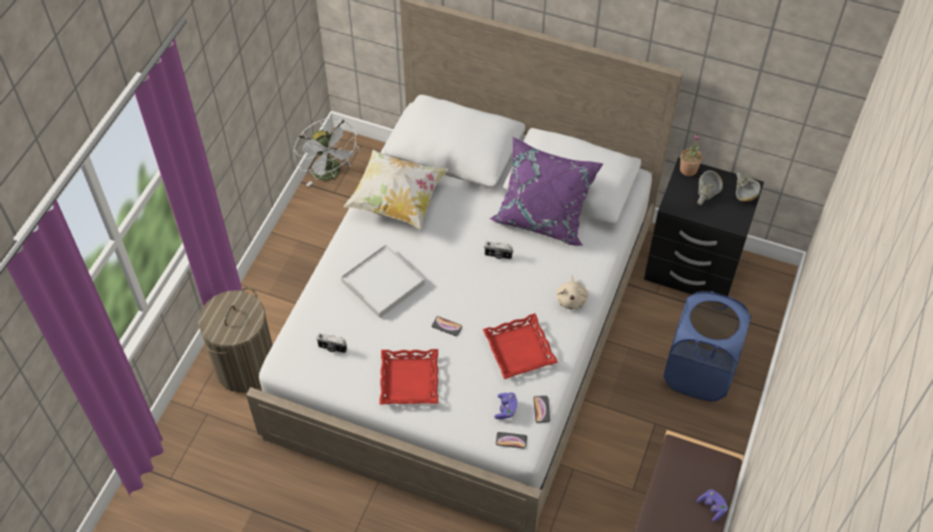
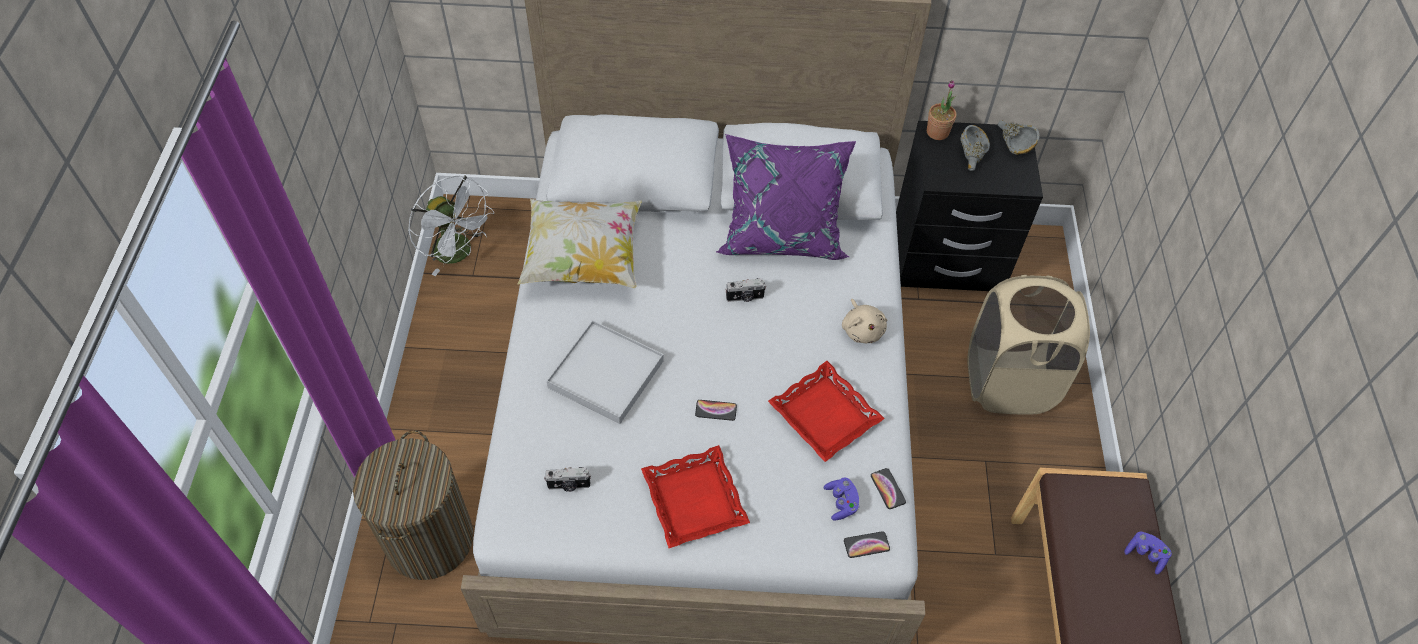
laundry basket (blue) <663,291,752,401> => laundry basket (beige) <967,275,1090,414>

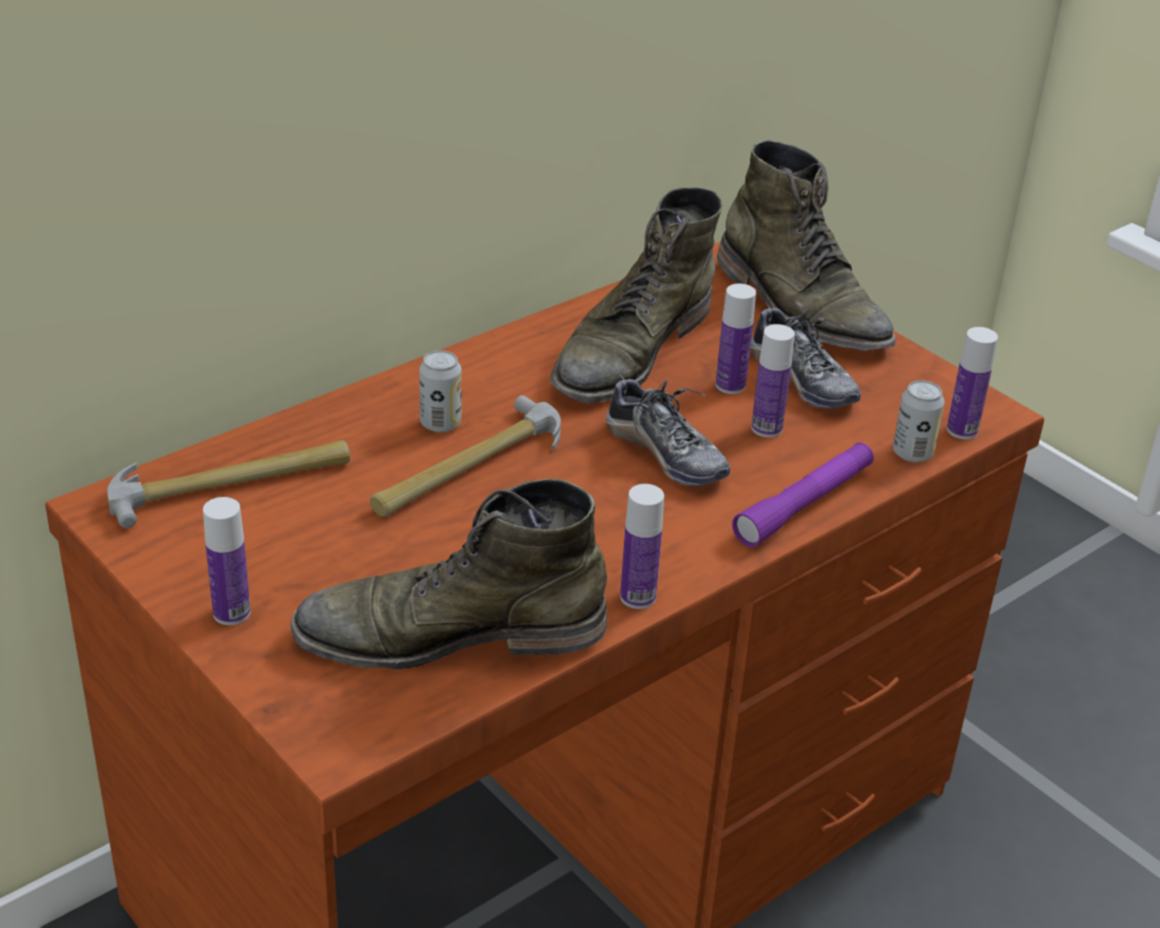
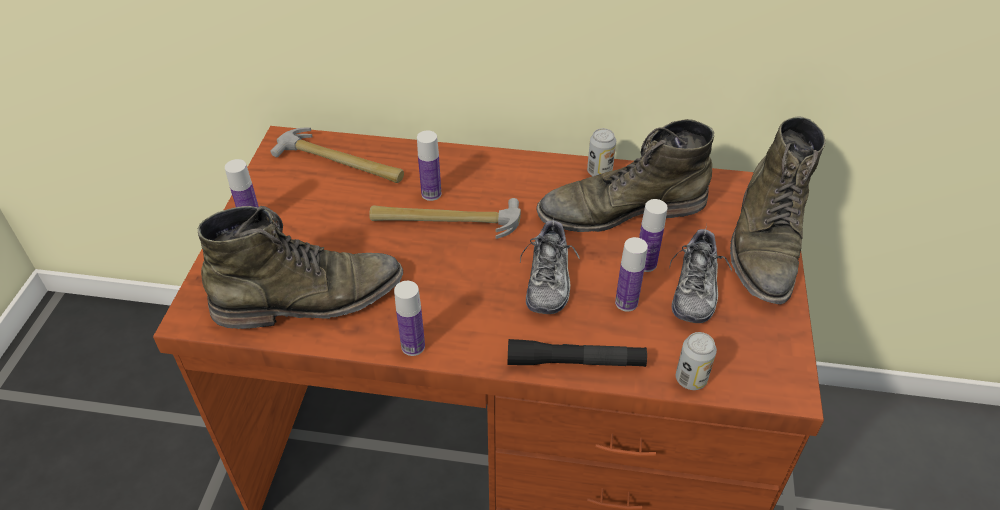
boot (green) <291,479,607,669> => boot (green) <197,206,403,329>, 120 degrees clockwise
can <419,350,462,432> => can <587,128,616,176>, move
flashlight (purple) <732,443,874,547> => flashlight (black) <508,339,647,367>
bottle <947,327,998,439> => bottle <417,130,441,201>, move

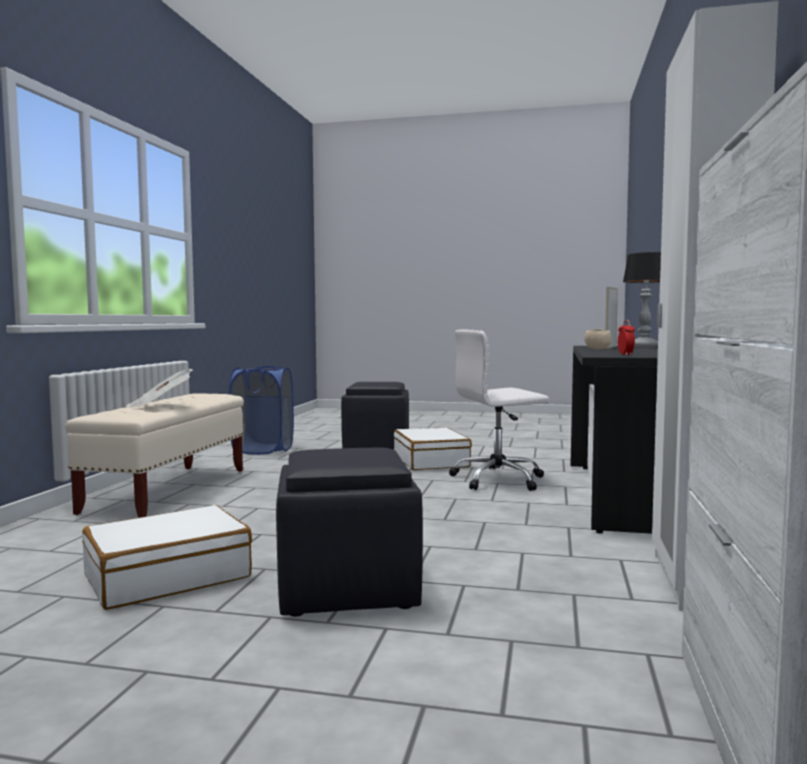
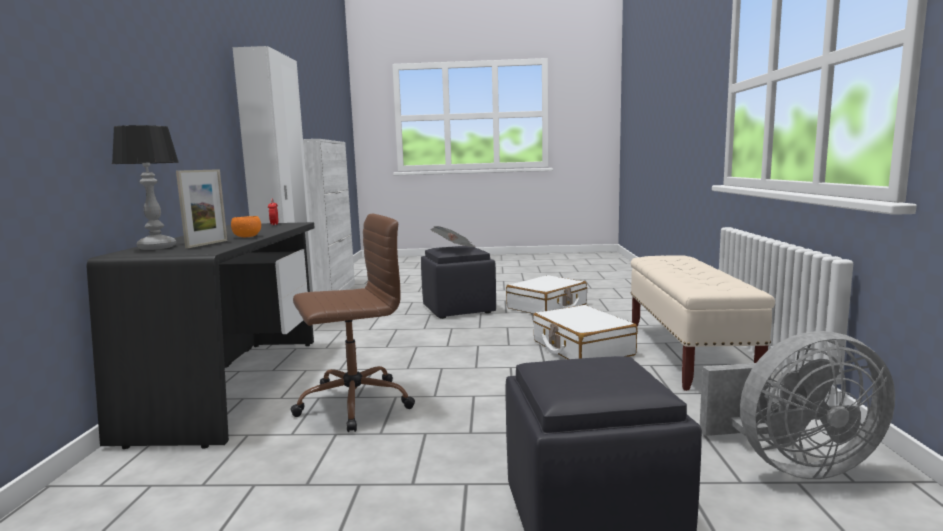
newspaper <126,369,193,408> => newspaper <430,226,475,247>, move
laundry basket (blue) <229,366,294,455> => fan (grey) <700,331,895,479>
suitcase (white) <394,427,472,470> => suitcase (white) <533,305,638,359>, move
office chair (white) <449,330,549,491> => office chair (brown) <290,214,415,432>
bowl (beige) <584,329,612,349> => bowl (orange) <231,216,261,237>

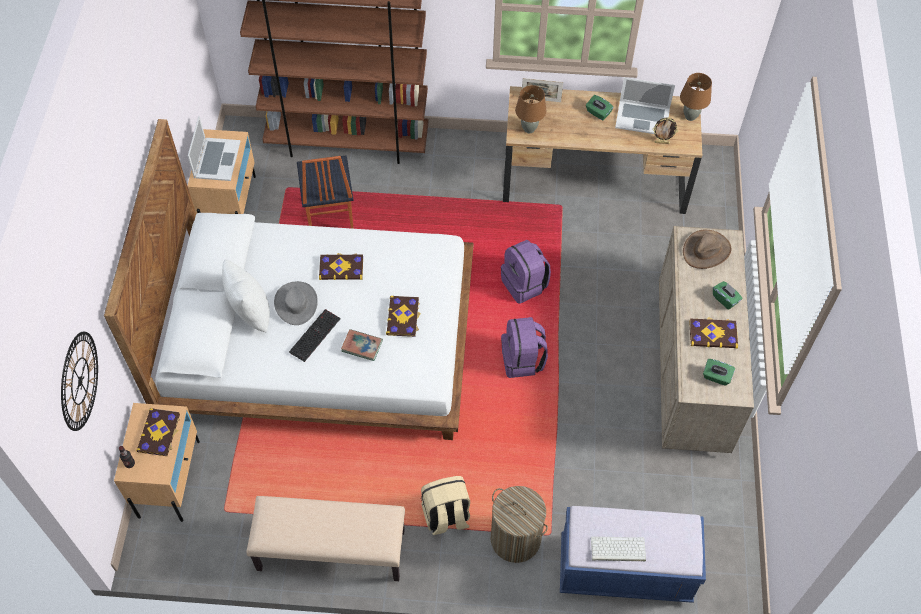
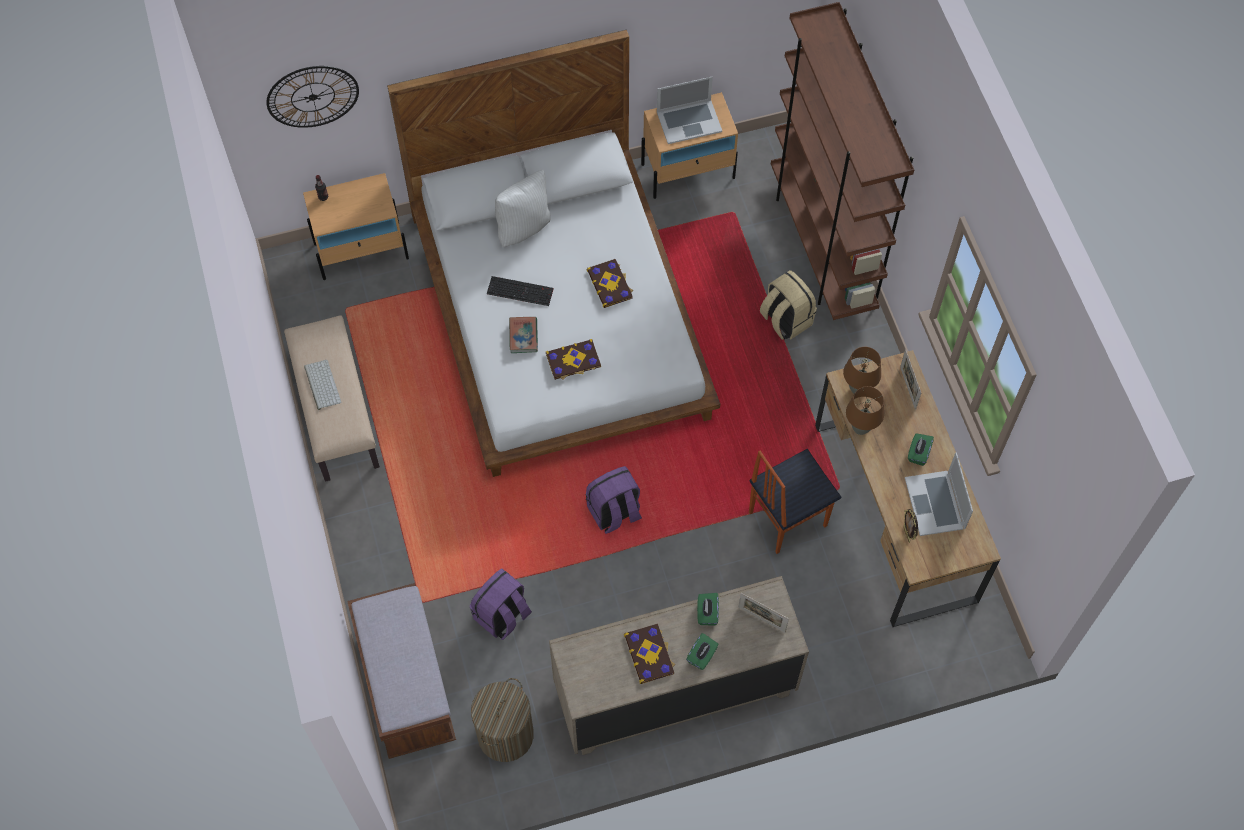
book <136,408,180,456> => nothing
hat (grey) <274,281,318,325> => nothing
chair <297,155,354,229> => chair <749,449,841,554>, move
backpack (beige) <421,476,470,535> => backpack (beige) <760,270,817,340>, move
laundry basket <491,486,548,563> => laundry basket <471,678,534,762>, move
backpack (purple) <501,240,551,304> => backpack (purple) <470,569,532,640>, move
bench (blue) <560,506,706,603> => bench (brown) <347,583,456,759>
keyboard <591,536,646,562> => keyboard <304,360,341,410>, move
table lamp (brown) <680,73,712,121> => table lamp (brown) <846,386,884,435>, move
hat (brown) <683,230,731,269> => picture frame <738,593,789,633>
tissue box (green) <703,359,735,386> => tissue box (green) <697,593,719,626>, move

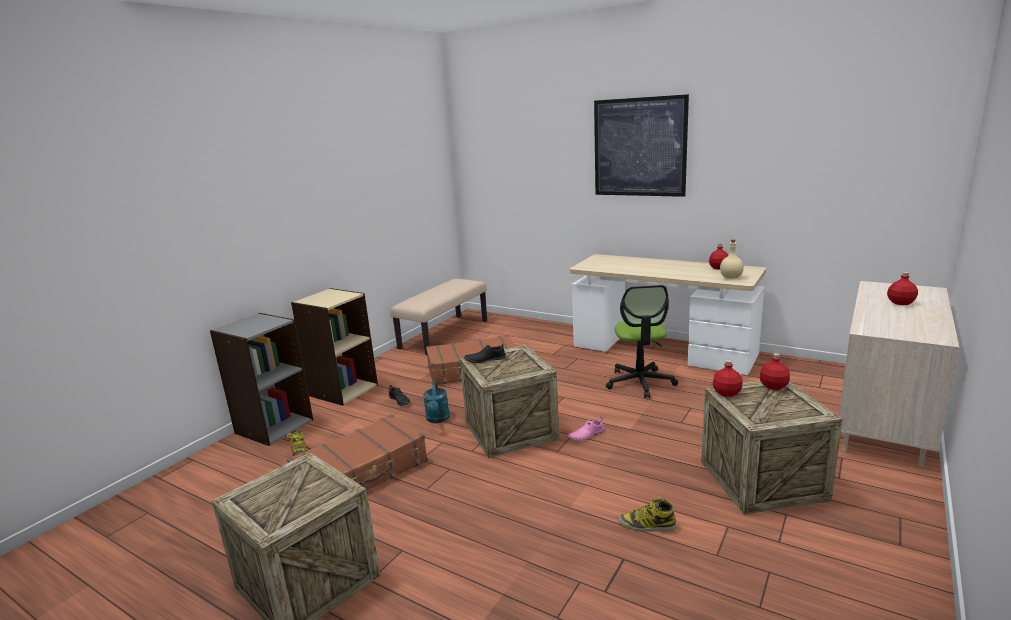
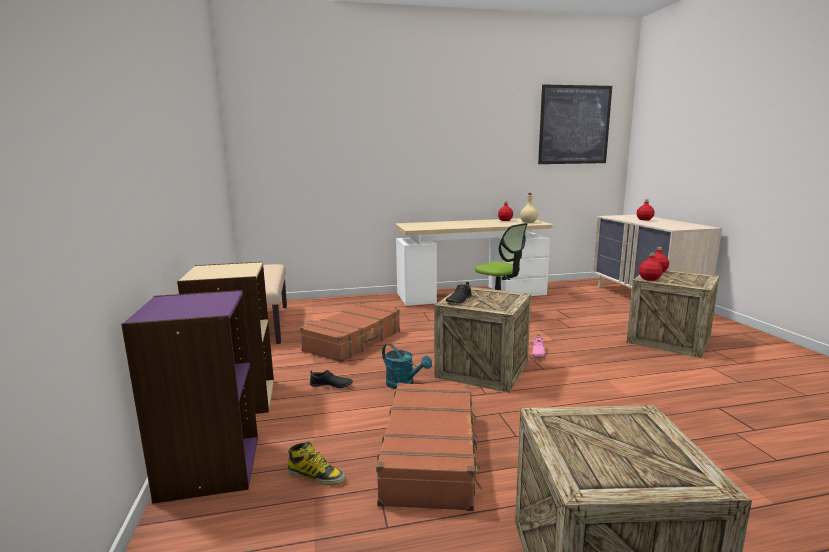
bookcase (grey) <210,313,313,446> => bookcase (purple) <121,290,258,504>
picture <594,94,689,197> => picture <538,84,612,164>, move
boot <619,497,676,532> => nothing

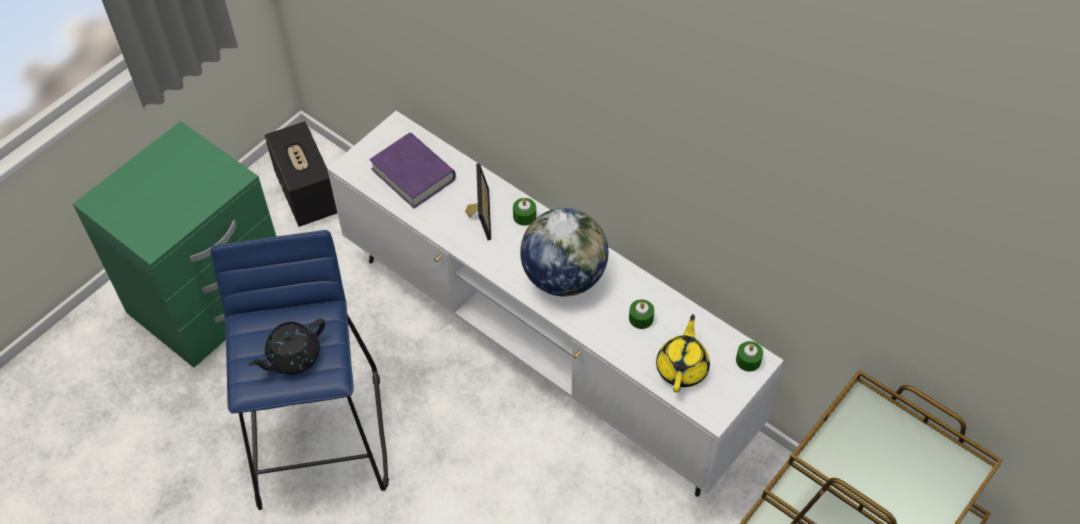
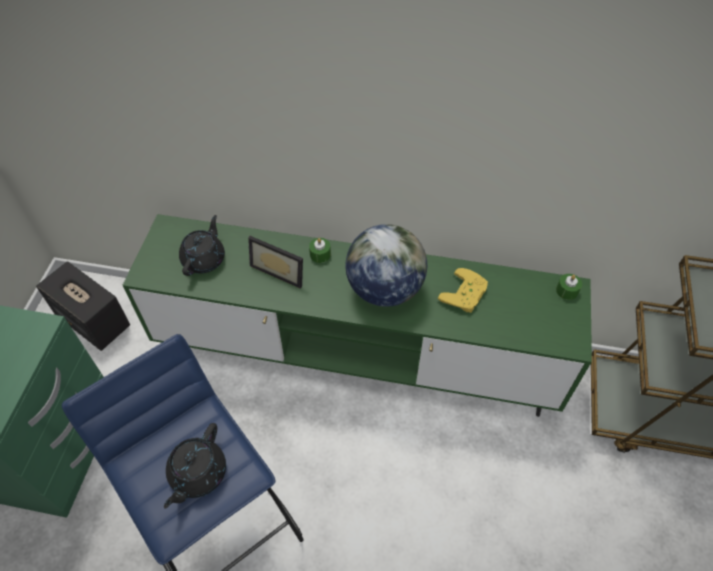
tv stand (white) <327,111,784,497> => tv stand (green) <123,214,592,417>
book (purple) <370,133,456,208> => teapot (black) <179,215,225,276>
picture frame <465,163,491,240> => picture frame <248,236,303,289>, 150 degrees clockwise
candle (green) <629,299,654,329> => game controller (yellow) <438,268,488,313>
teapot (yellow) <656,314,710,393> => nothing

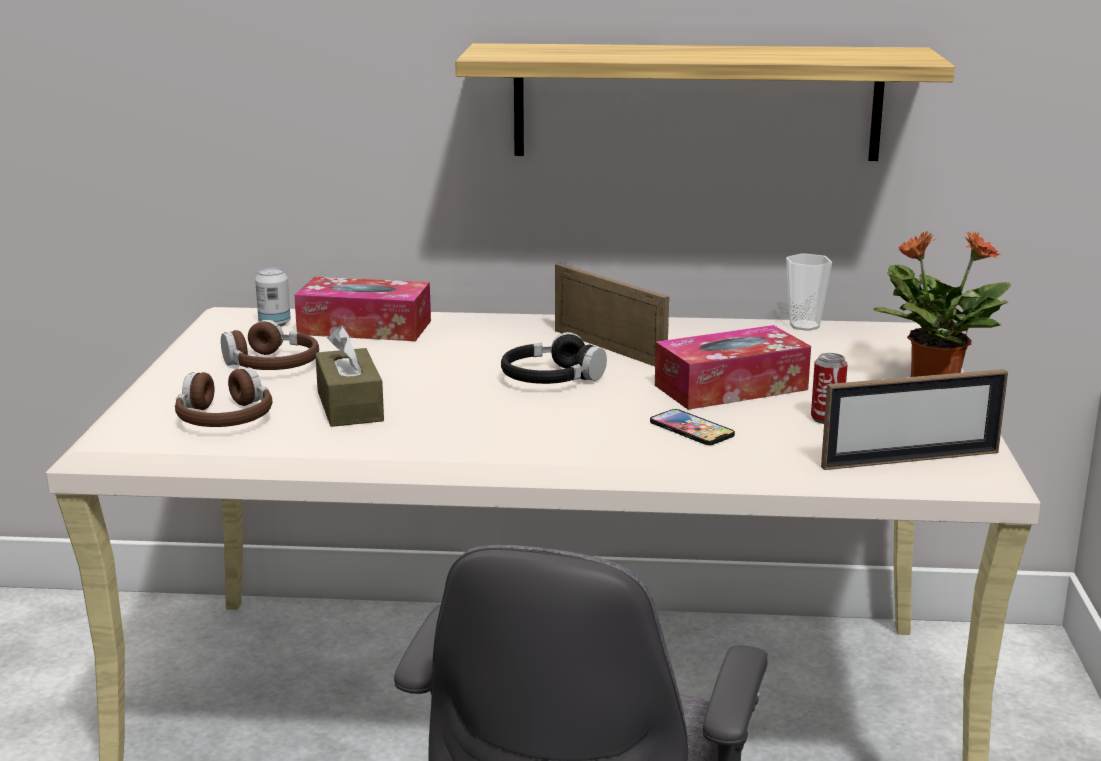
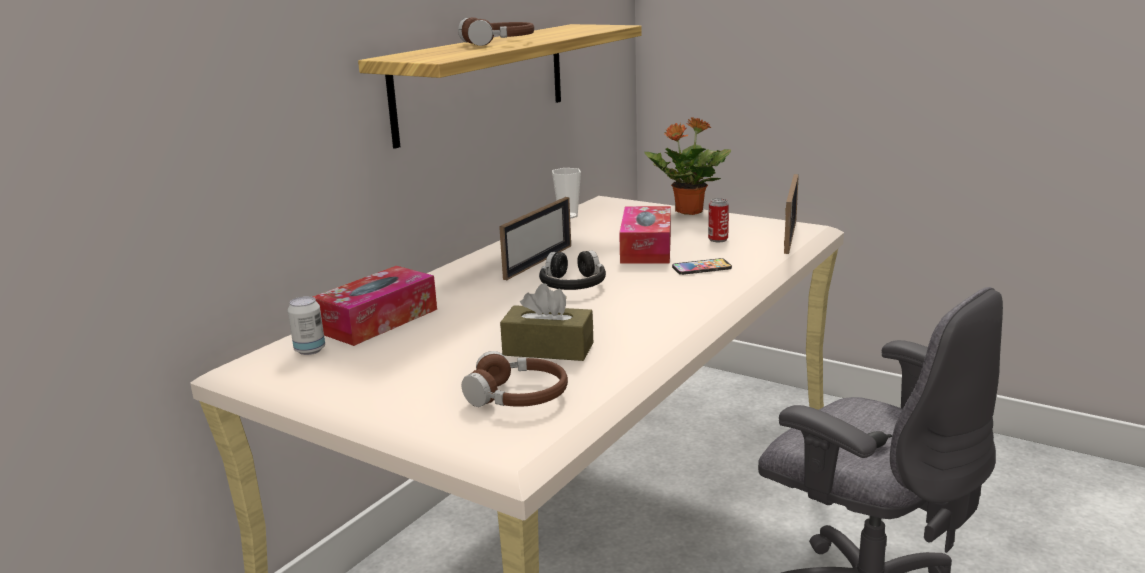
headphones (brown) <221,320,319,370> => headphones (brown) <458,17,534,46>, move
picture frame <555,263,669,366> => picture frame <499,197,571,280>, 135 degrees clockwise

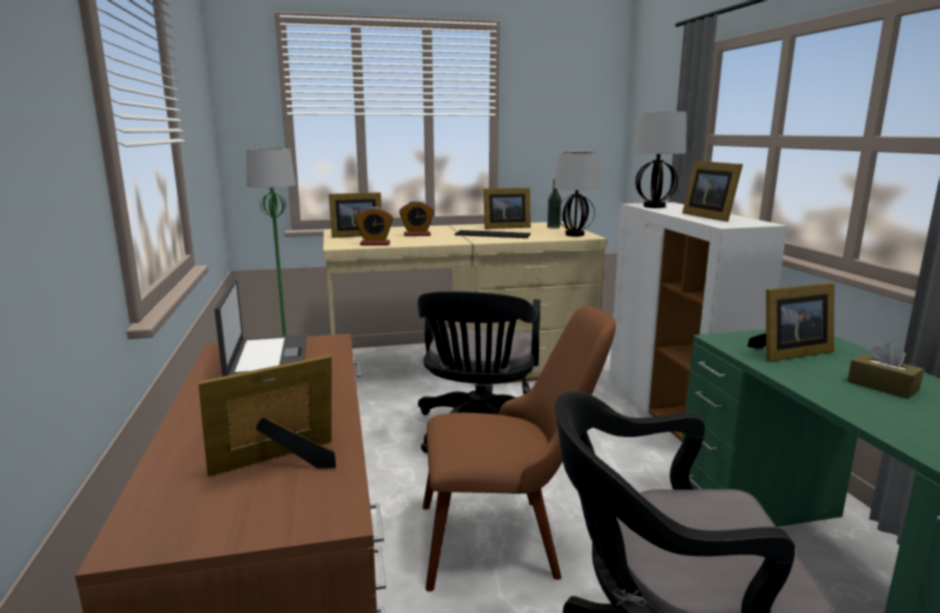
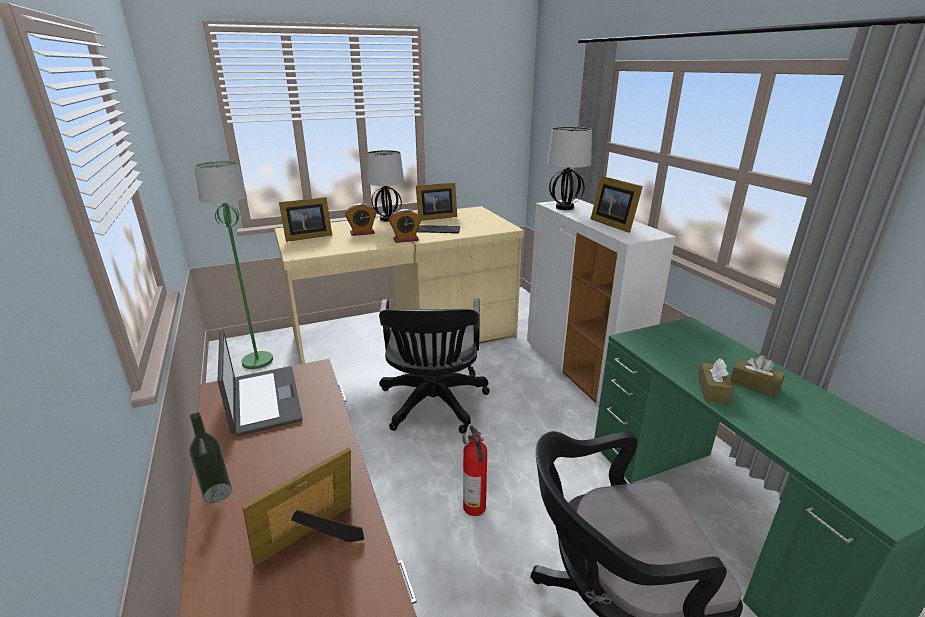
alarm clock <355,207,393,245> => alarm clock <389,209,421,243>, move
chair (brown) <423,306,616,592> => fire extinguisher <462,426,487,516>
bottle <547,179,561,229> => bottle <189,412,232,503>, move
table lamp <554,152,601,237> => table lamp <366,150,404,222>, move
picture frame <747,283,835,362> => nothing
nothing => tissue box (brown) <698,358,734,404>

